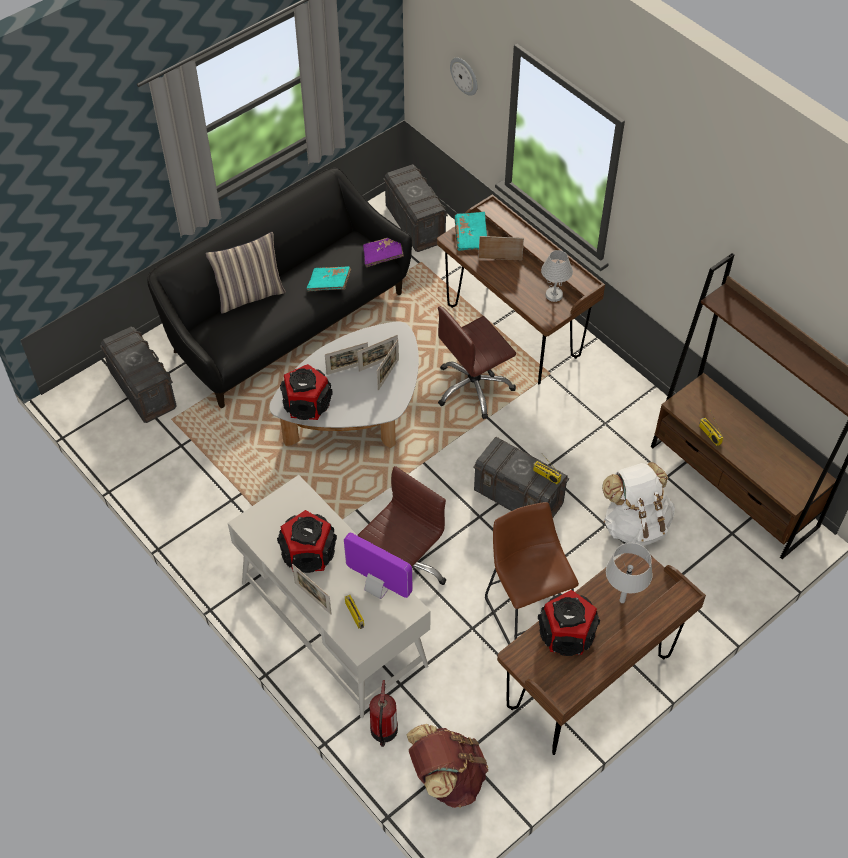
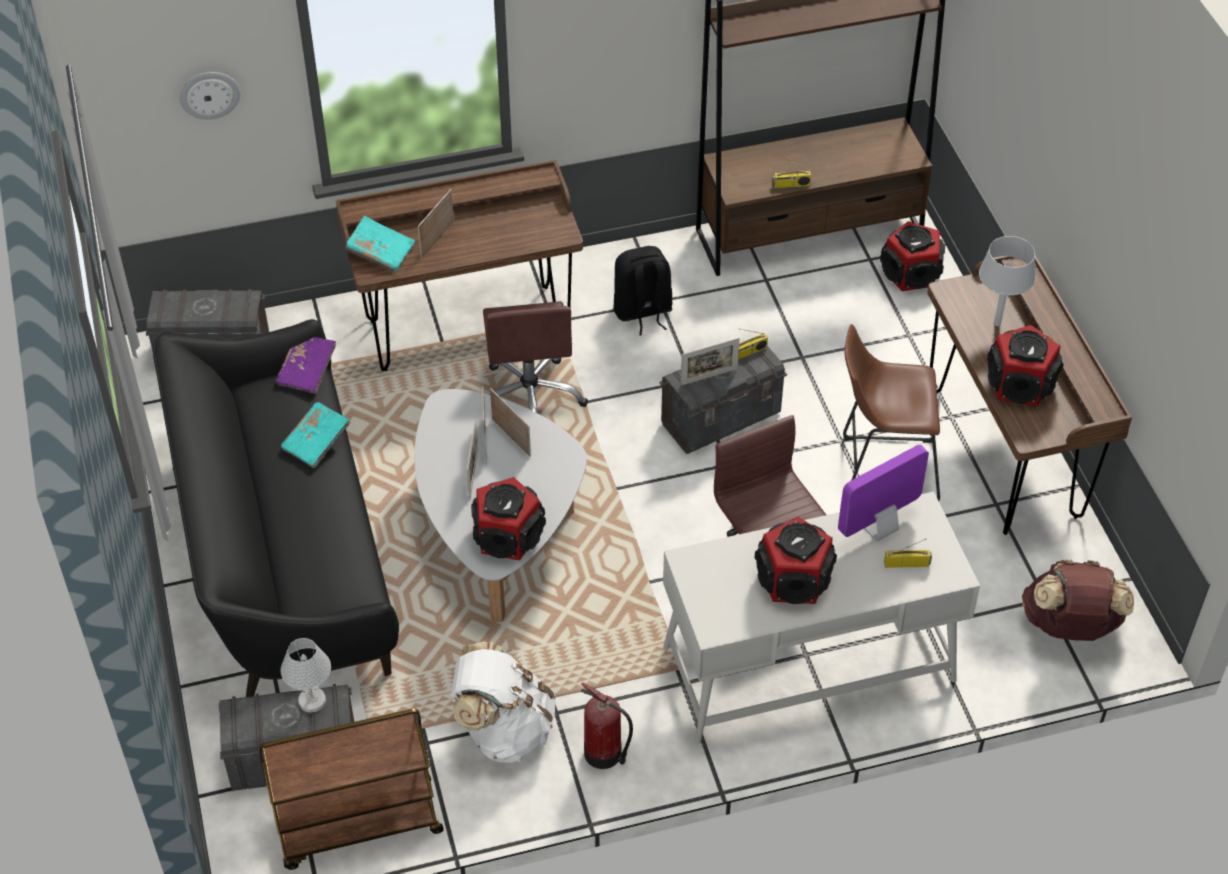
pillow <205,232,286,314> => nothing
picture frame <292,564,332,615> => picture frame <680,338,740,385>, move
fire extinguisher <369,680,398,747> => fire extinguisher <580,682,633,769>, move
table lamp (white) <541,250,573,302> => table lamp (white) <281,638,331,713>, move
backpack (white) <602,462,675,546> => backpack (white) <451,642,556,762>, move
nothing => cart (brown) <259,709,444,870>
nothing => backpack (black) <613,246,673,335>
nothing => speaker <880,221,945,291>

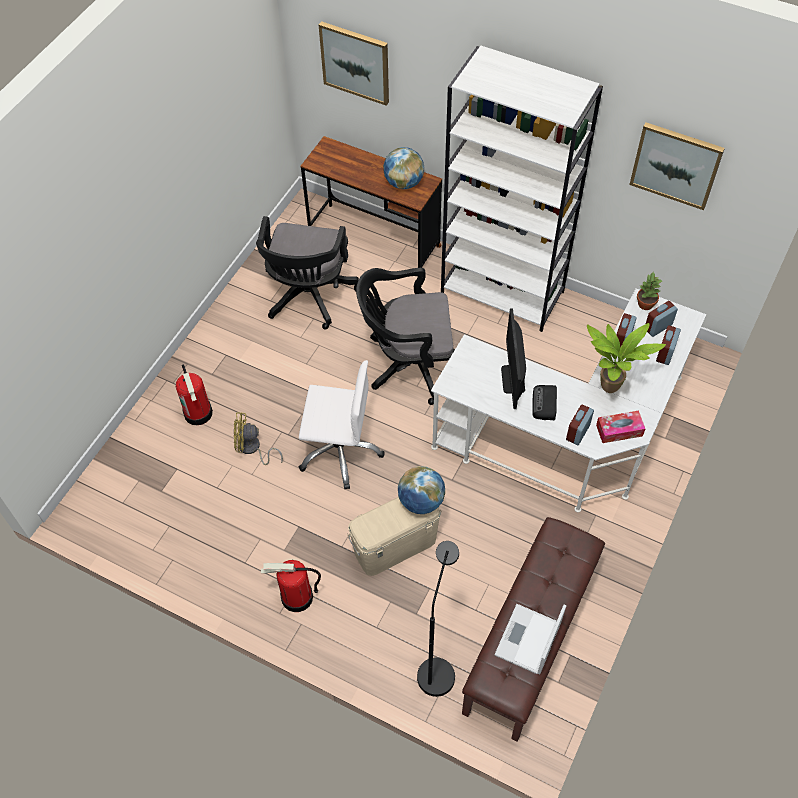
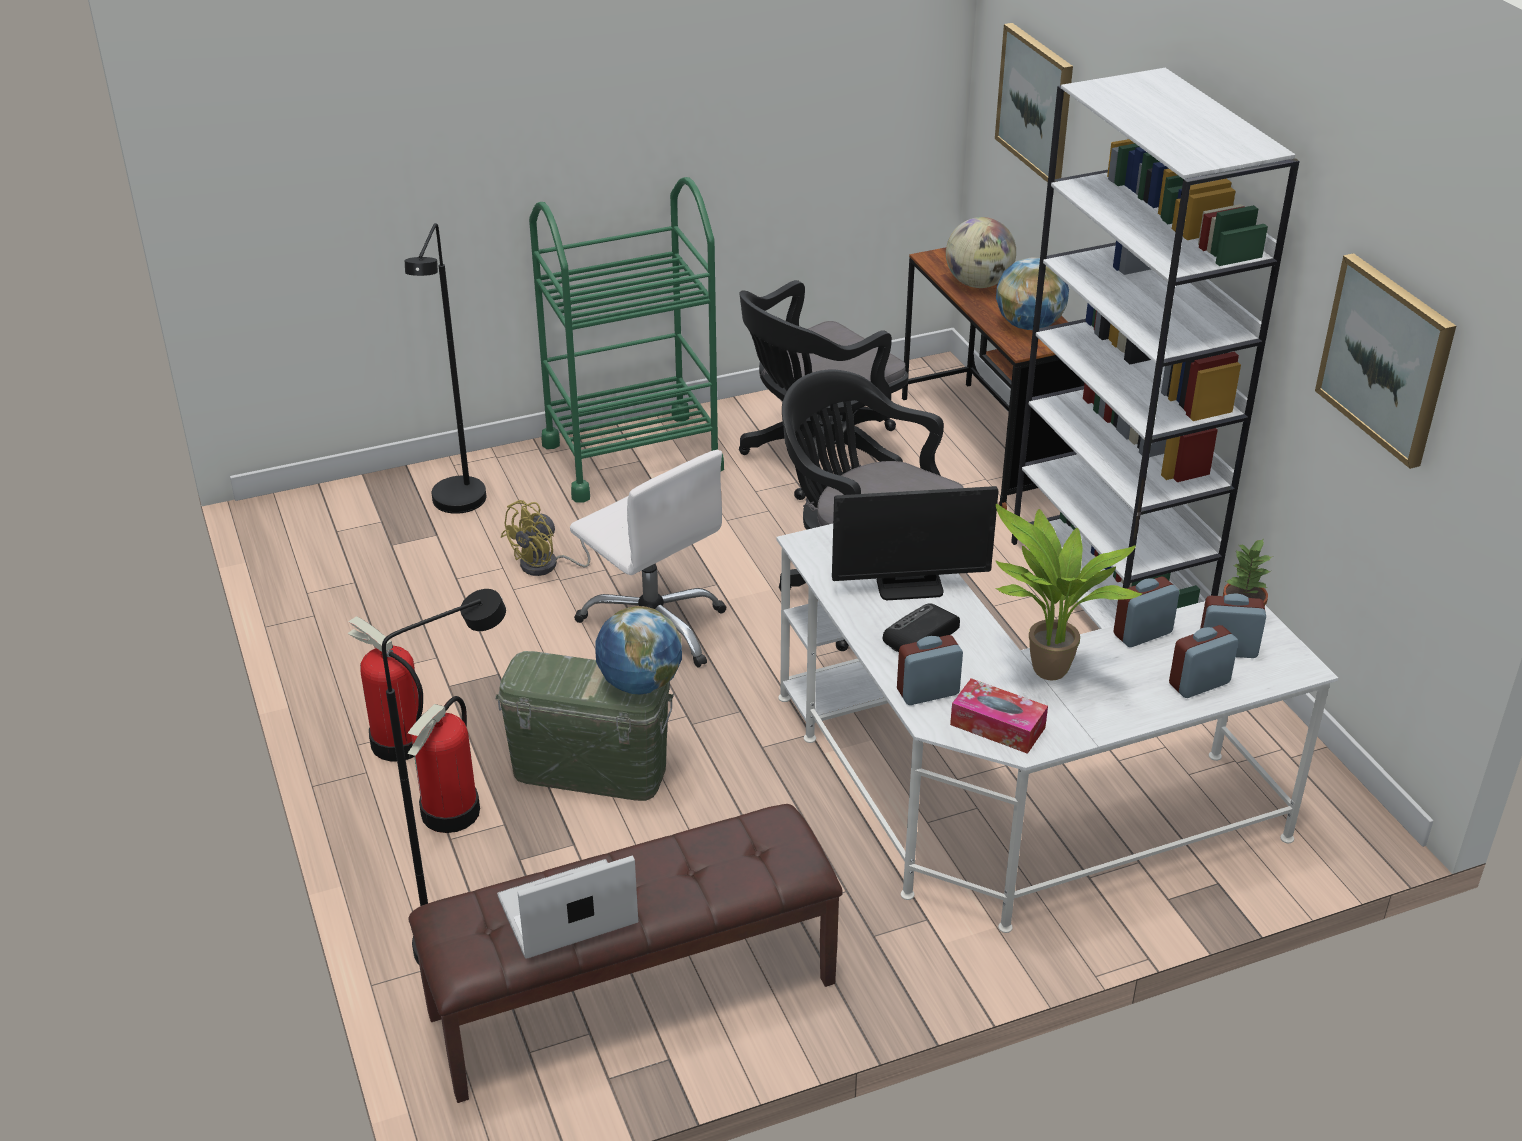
fire extinguisher <176,365,213,425> => fire extinguisher <407,696,480,833>, move
fan (yellow) <233,413,283,465> => fan (yellow) <501,500,590,576>, 90 degrees counterclockwise
storage box (beige) <347,497,442,576> => storage box (green) <495,651,674,801>
monitor <501,308,526,409> => monitor <832,486,998,600>, 135 degrees counterclockwise
nothing => floor lamp (black) <405,223,486,514>
nothing => cart (green) <529,177,724,503>
nothing => globe <946,217,1016,288>

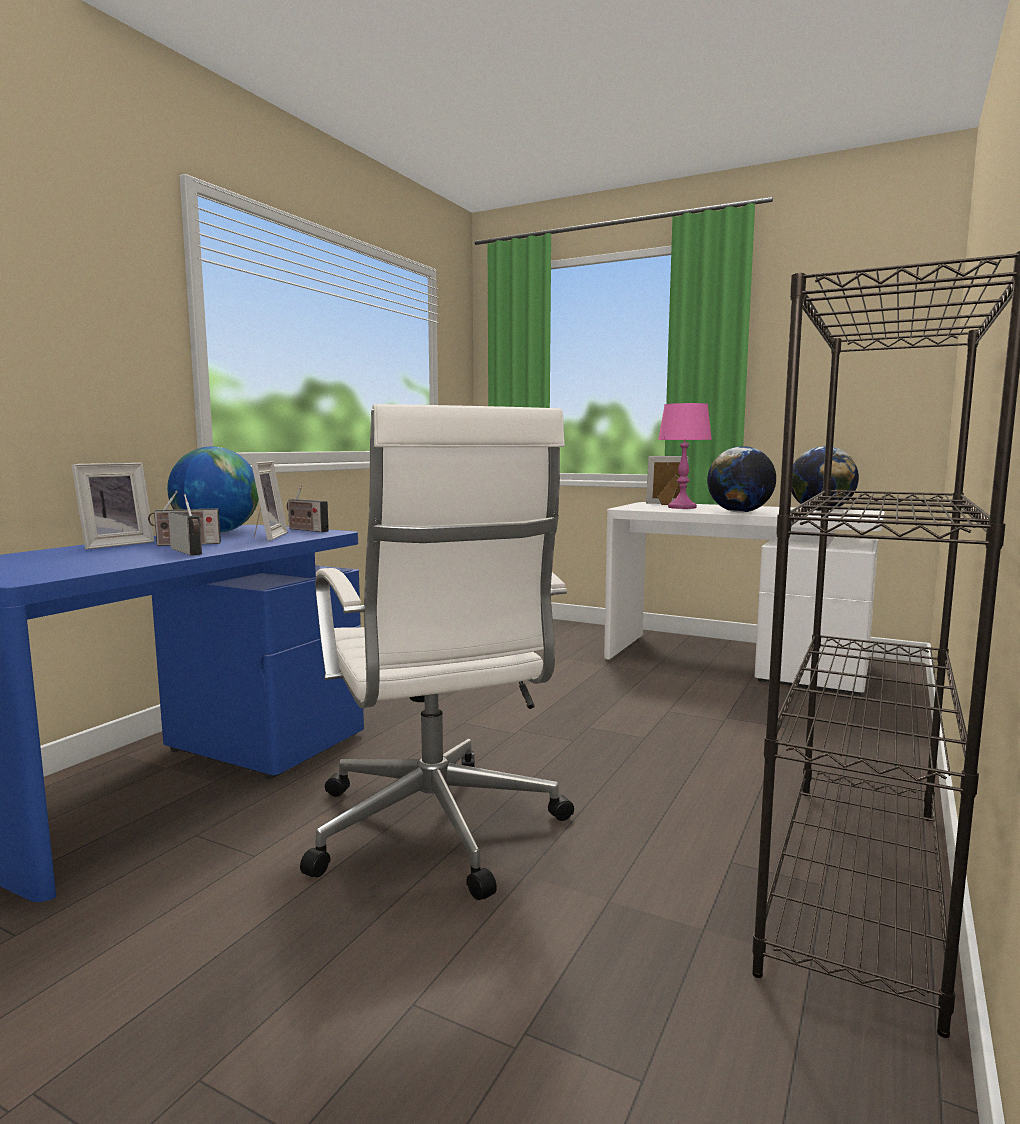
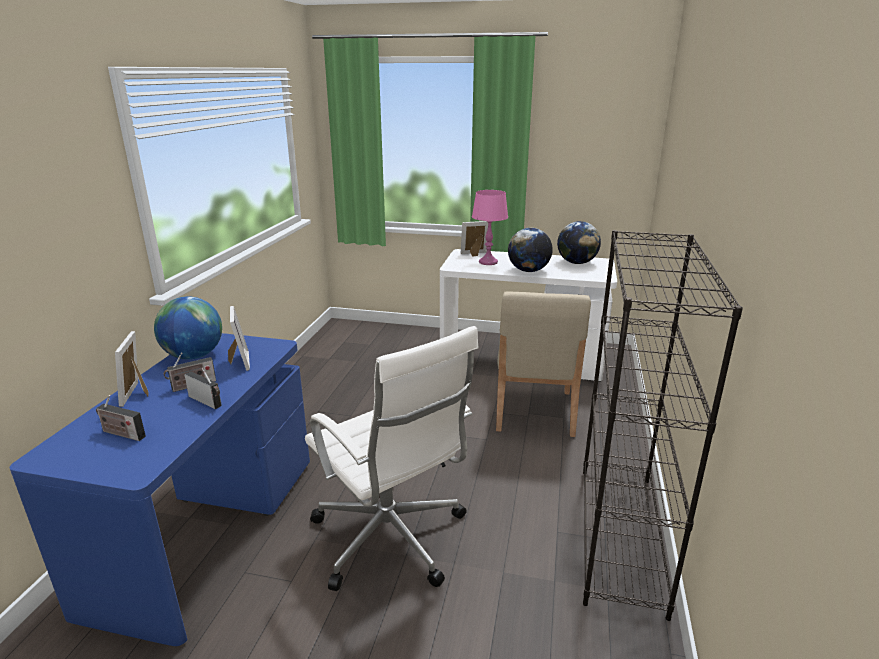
picture frame <71,463,155,550> => picture frame <115,331,148,407>, 150 degrees clockwise
radio <287,484,329,532> => radio <96,395,146,441>, move
nothing => chair (beige) <496,291,591,437>

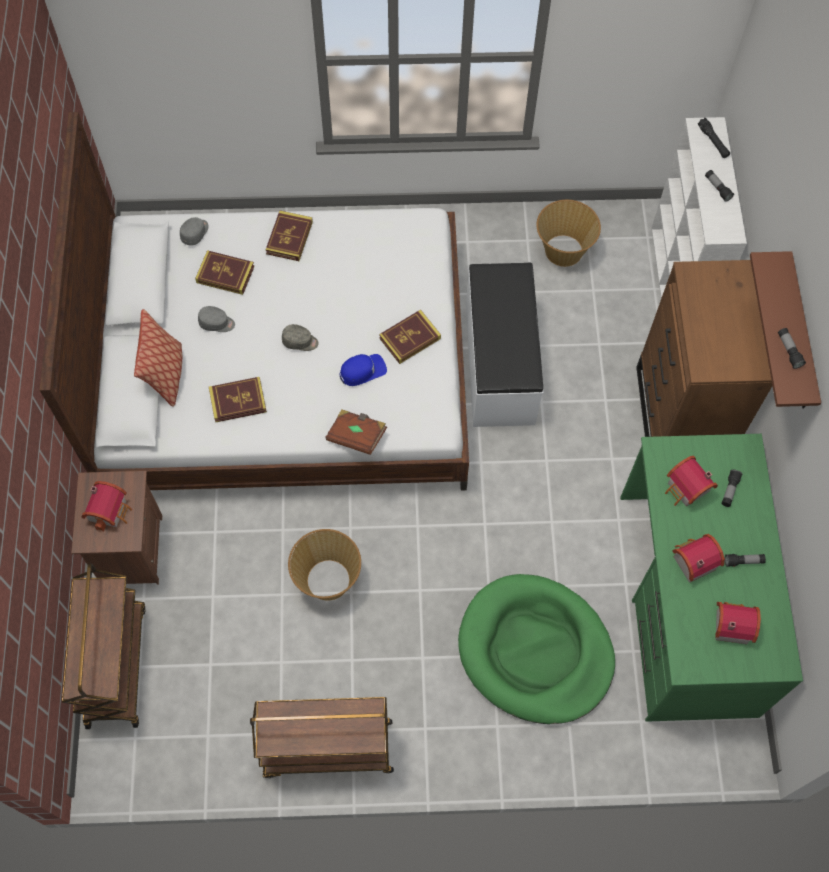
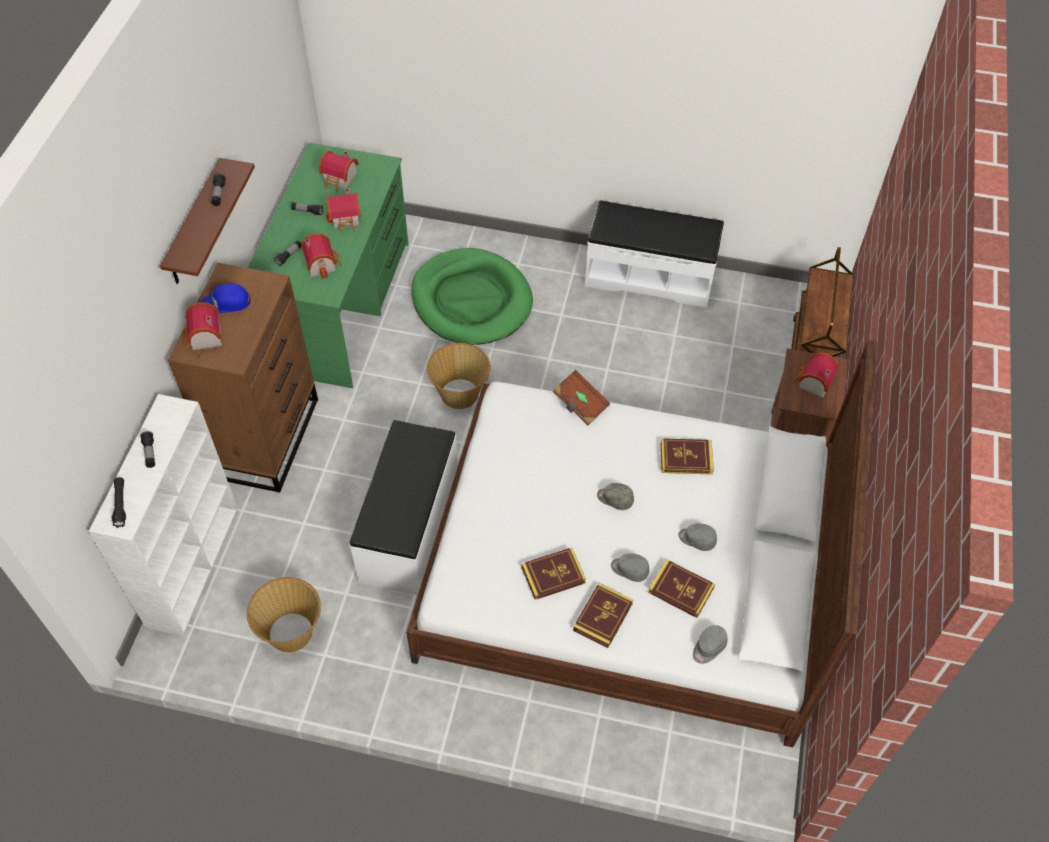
pillow <134,309,182,407> => nothing
cart (brown) <250,697,394,778> => bench (white) <585,200,724,308>
basket <288,529,361,601> => basket <427,343,491,409>, move
cap (blue) <340,354,387,386> => cap (blue) <202,284,251,313>, move
book <379,310,441,364> => book <522,547,586,600>, move
nothing => toy house <183,302,222,350>
nothing => cap (grey) <611,553,649,582>

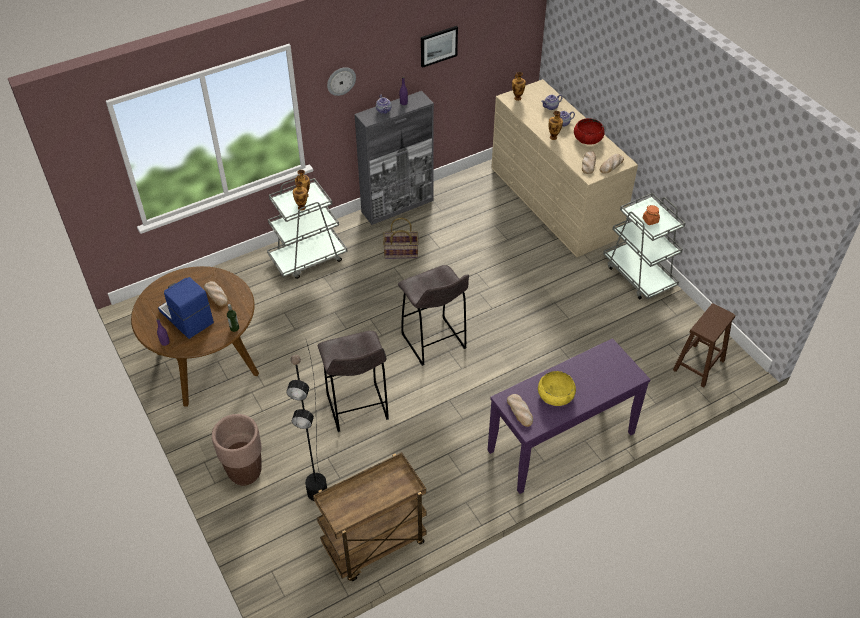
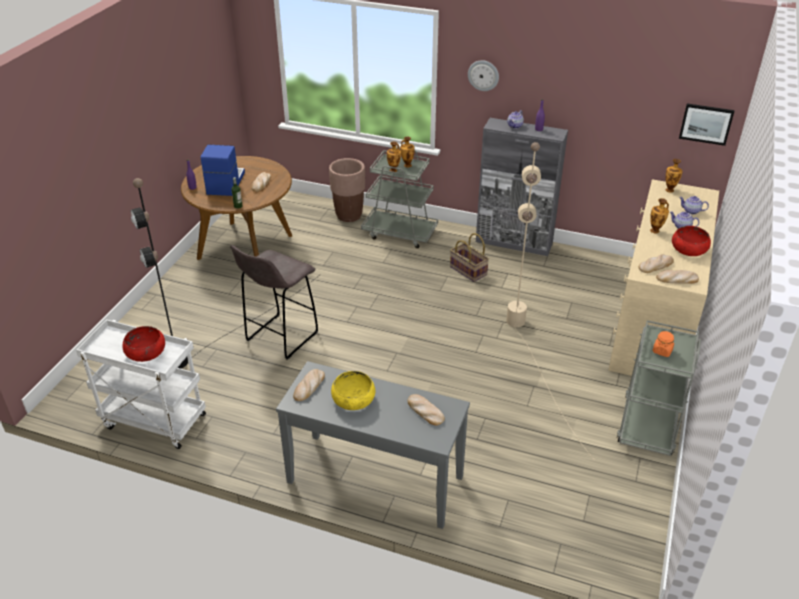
planter (brown) <212,414,262,485> => planter (brown) <329,158,365,222>, move
cart (brown) <313,452,427,581> => cart (white) <76,319,206,449>
stool (grey) <398,265,469,366> => nothing
picture <421,26,458,68> => picture <679,104,735,146>, move
console table (purple) <488,338,651,494> => console table (grey) <276,361,470,529>
stool (brown) <673,303,736,387> => nothing
nothing => bowl (red) <123,326,165,362>
nothing => bread <407,394,445,426>
nothing => floor lamp (beige) <506,142,593,458>

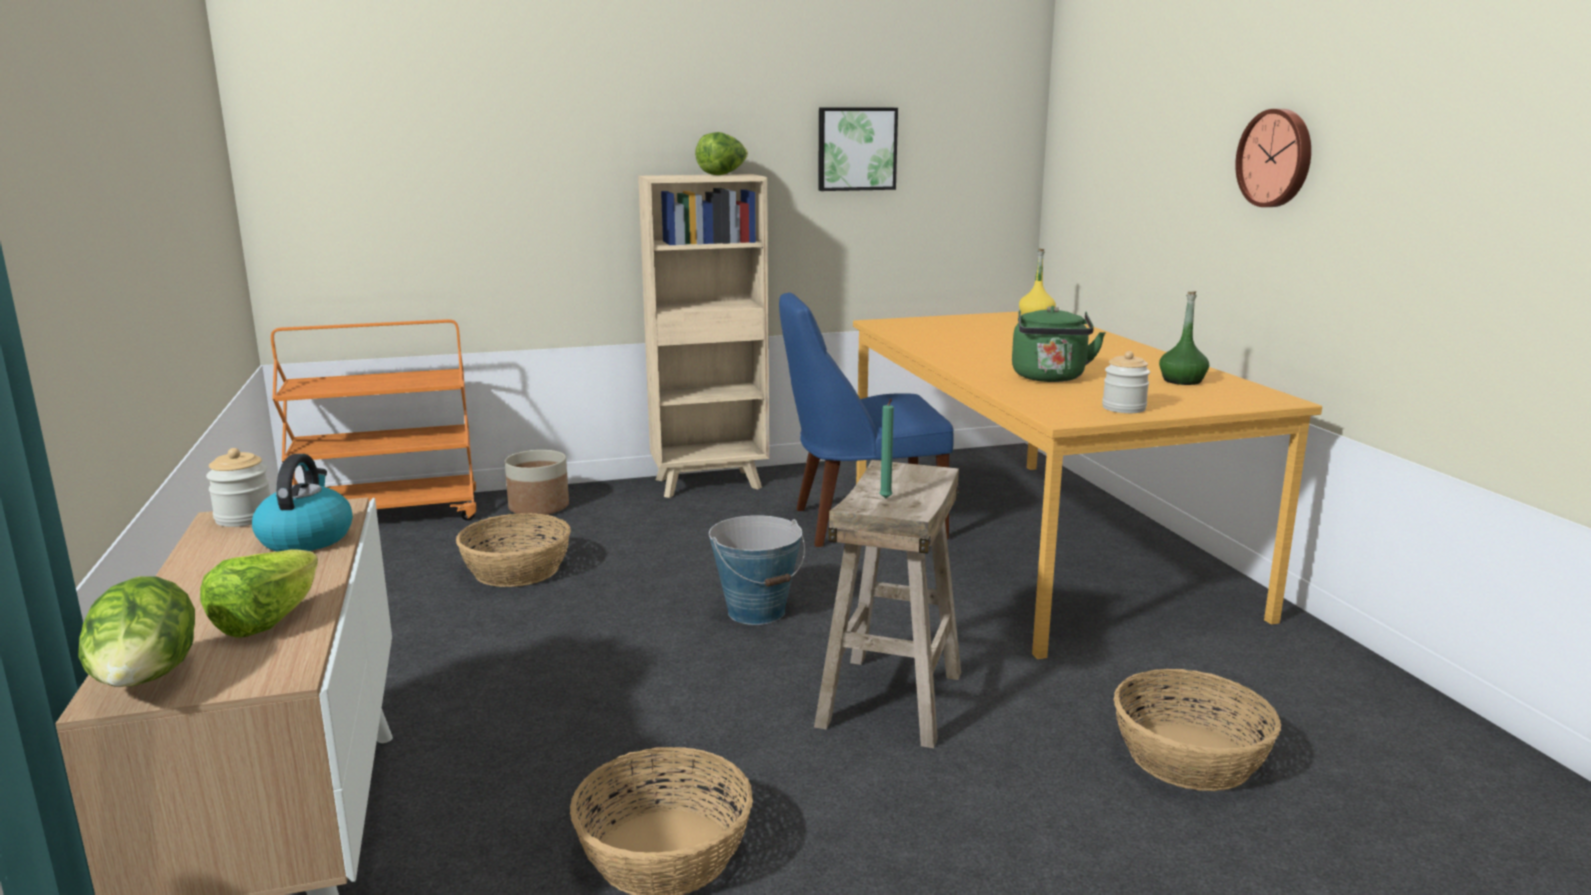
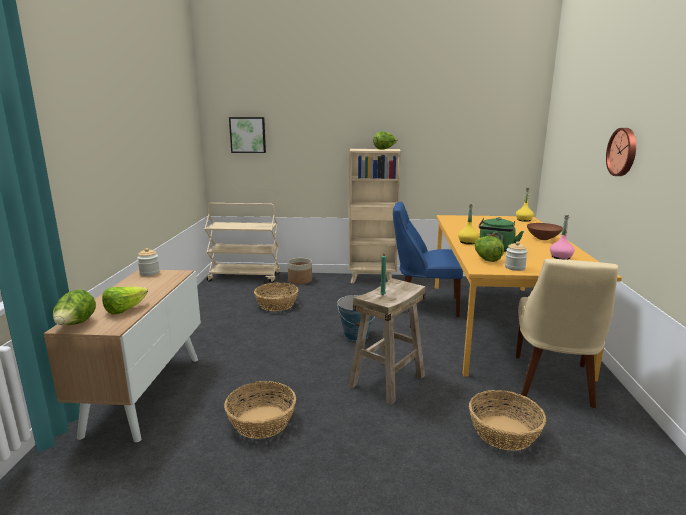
kettle <252,454,353,552> => nothing
cart (orange) <271,319,476,521> => cart (beige) <205,203,280,283>
picture <818,108,898,191> => picture <229,117,266,153>, move
bottle (green) <1159,291,1209,385> => bottle (pink) <550,215,575,260>
nothing => bottle (yellow) <458,204,479,244>
nothing => lettuce <474,236,504,262>
nothing => chair (beige) <516,259,619,408>
nothing => bowl (brown) <527,223,563,240>

